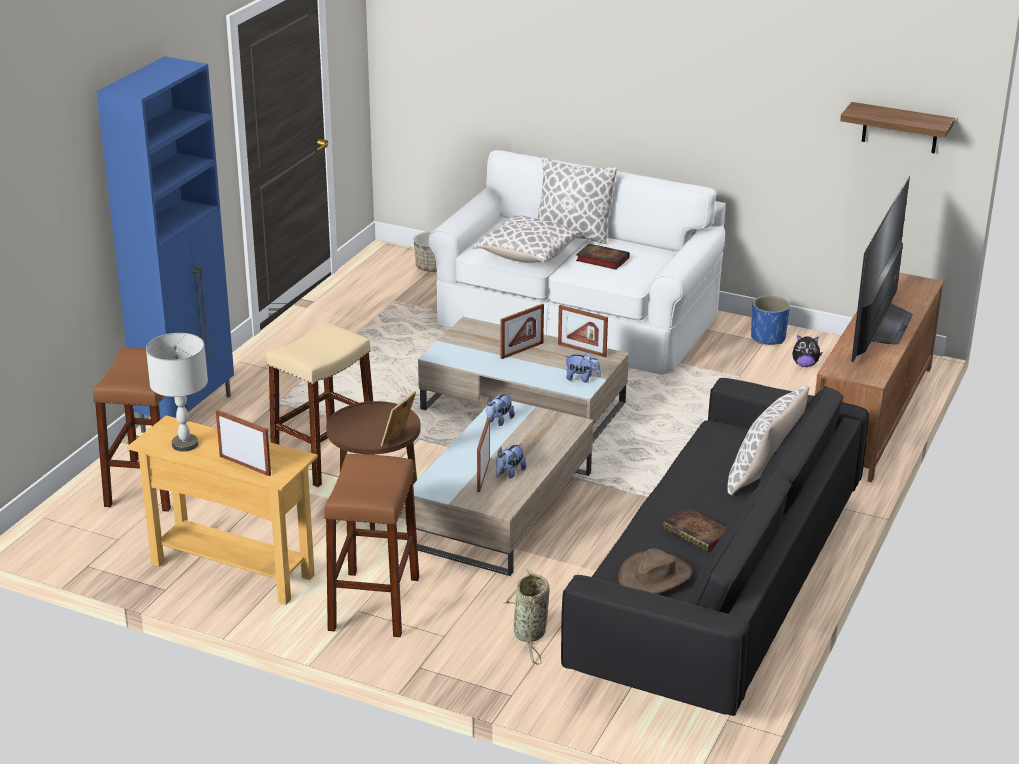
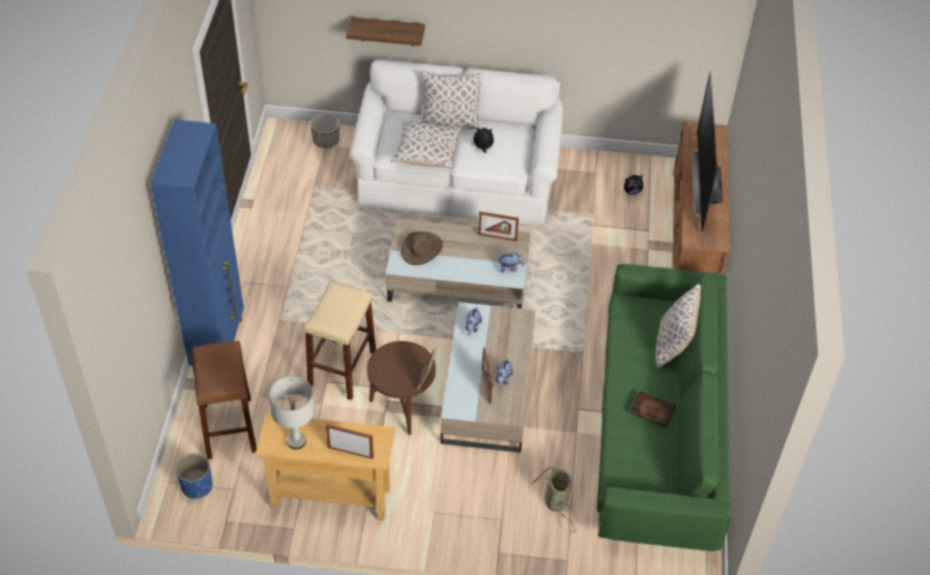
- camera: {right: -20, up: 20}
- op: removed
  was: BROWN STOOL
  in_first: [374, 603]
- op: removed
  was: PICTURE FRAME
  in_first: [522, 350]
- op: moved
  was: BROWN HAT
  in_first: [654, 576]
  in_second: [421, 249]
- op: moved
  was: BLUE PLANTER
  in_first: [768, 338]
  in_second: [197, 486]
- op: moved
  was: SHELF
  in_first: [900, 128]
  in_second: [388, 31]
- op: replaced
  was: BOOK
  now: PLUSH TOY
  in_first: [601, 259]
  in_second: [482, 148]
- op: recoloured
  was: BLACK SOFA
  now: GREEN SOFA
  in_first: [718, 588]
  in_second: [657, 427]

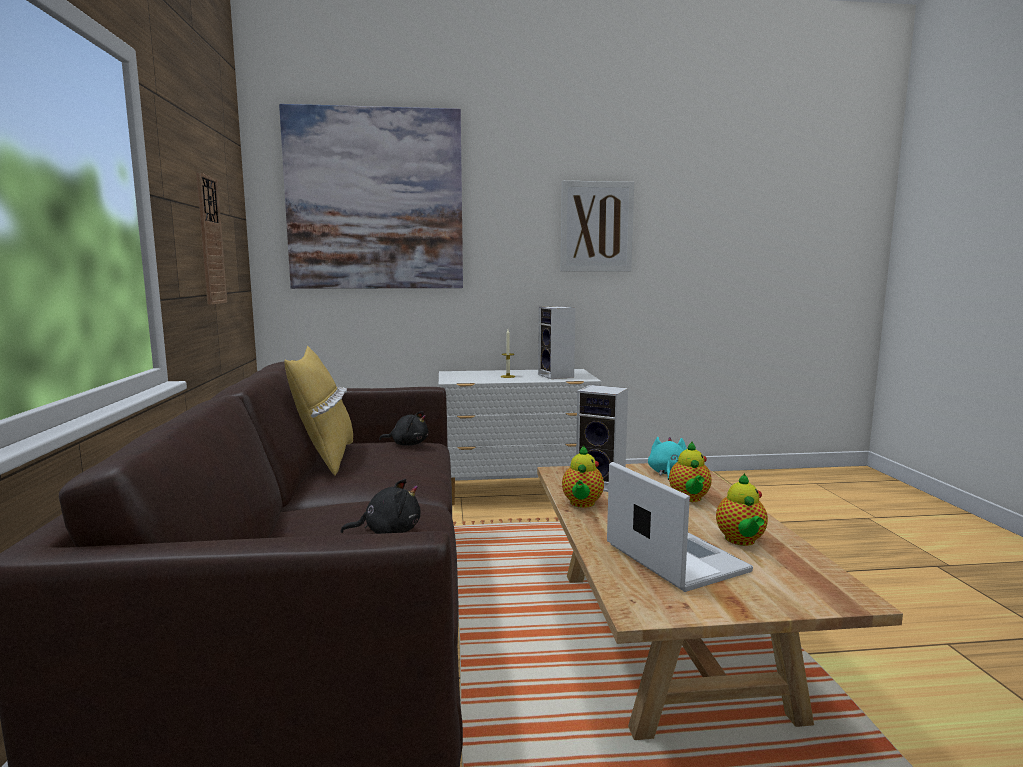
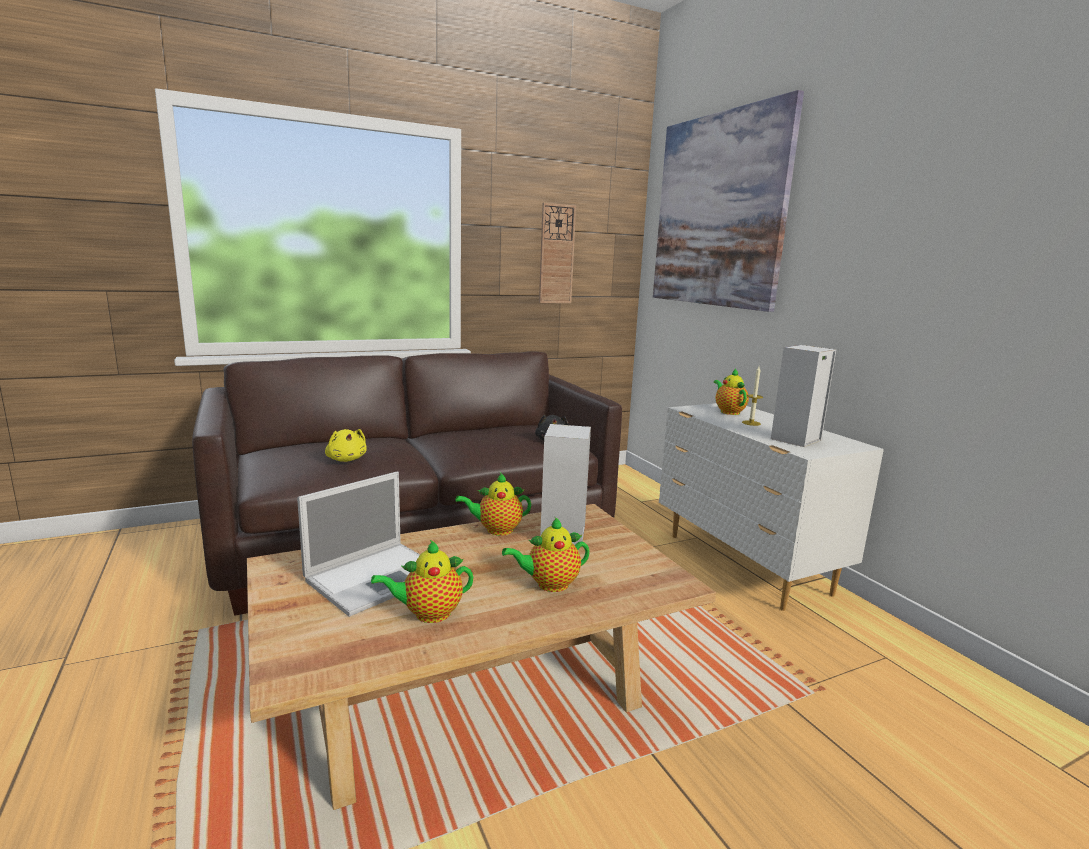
- camera: {right: 70, up: 5}
- op: removed
  was: YELLOW PILLOW
  in_first: [325, 458]
- op: removed
  was: PICTURE
  in_first: [596, 227]
- op: removed
  was: TURQUOISE PLUSH TOY
  in_first: [667, 473]
- op: added
  now: TEAPOT
  in_second: [728, 412]
- op: recoloured
  was: BLACK PLUSH TOY
  now: YELLOW PLUSH TOY
  in_first: [388, 532]
  in_second: [346, 459]

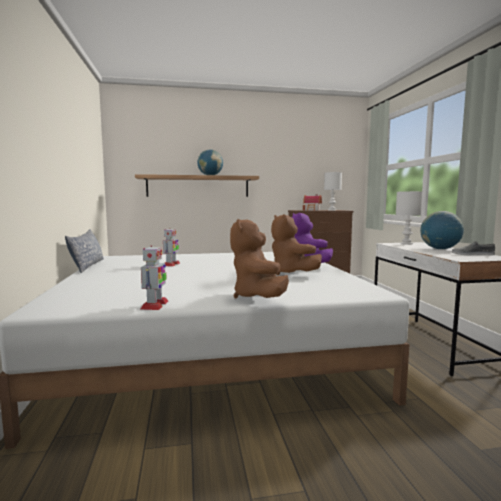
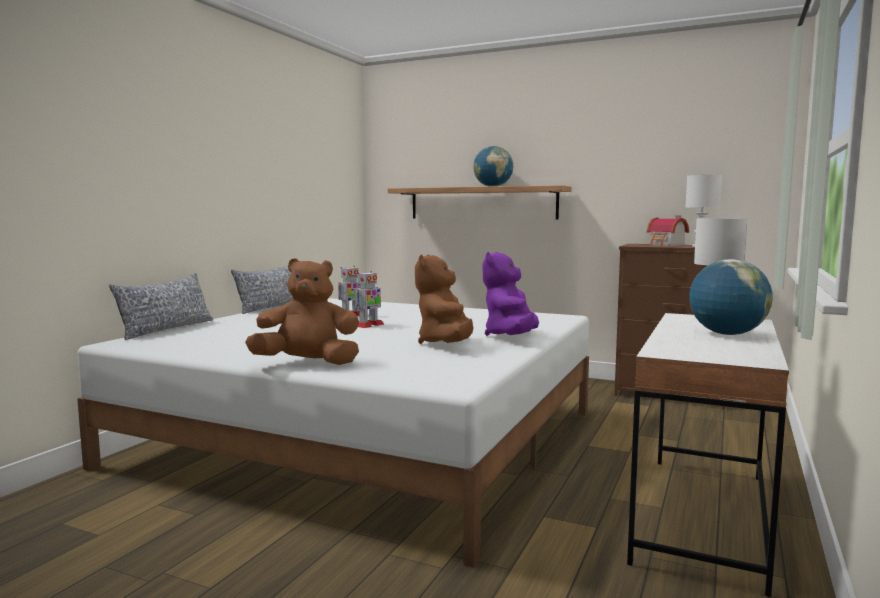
- camera: {right: 35, up: 0}
- op: removed
  was: GREY SHOE
  in_first: [472, 254]
- op: added
  now: PILLOW
  in_second: [166, 329]
- op: moved
  was: TOY ROBOT
  in_first: [154, 305]
  in_second: [368, 325]
- op: turned
  was: BROWN PLUSH TOY
  in_first: [258, 297]
  in_second: [308, 363]
  clockwise: 60

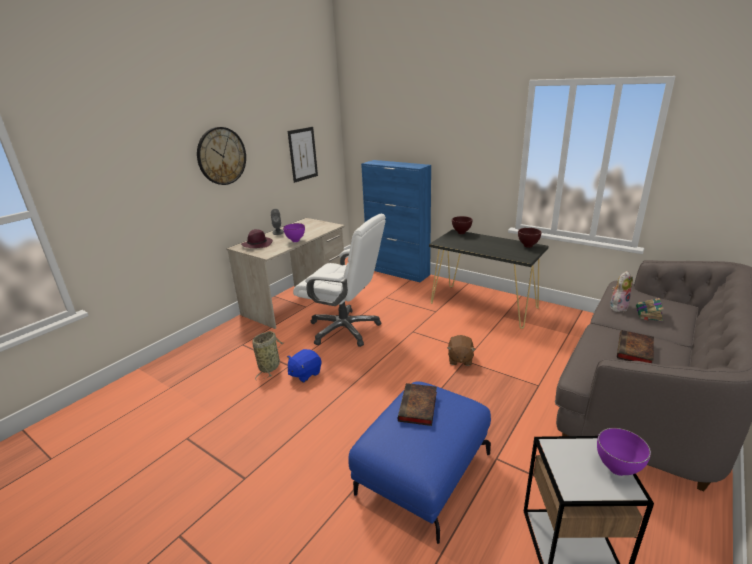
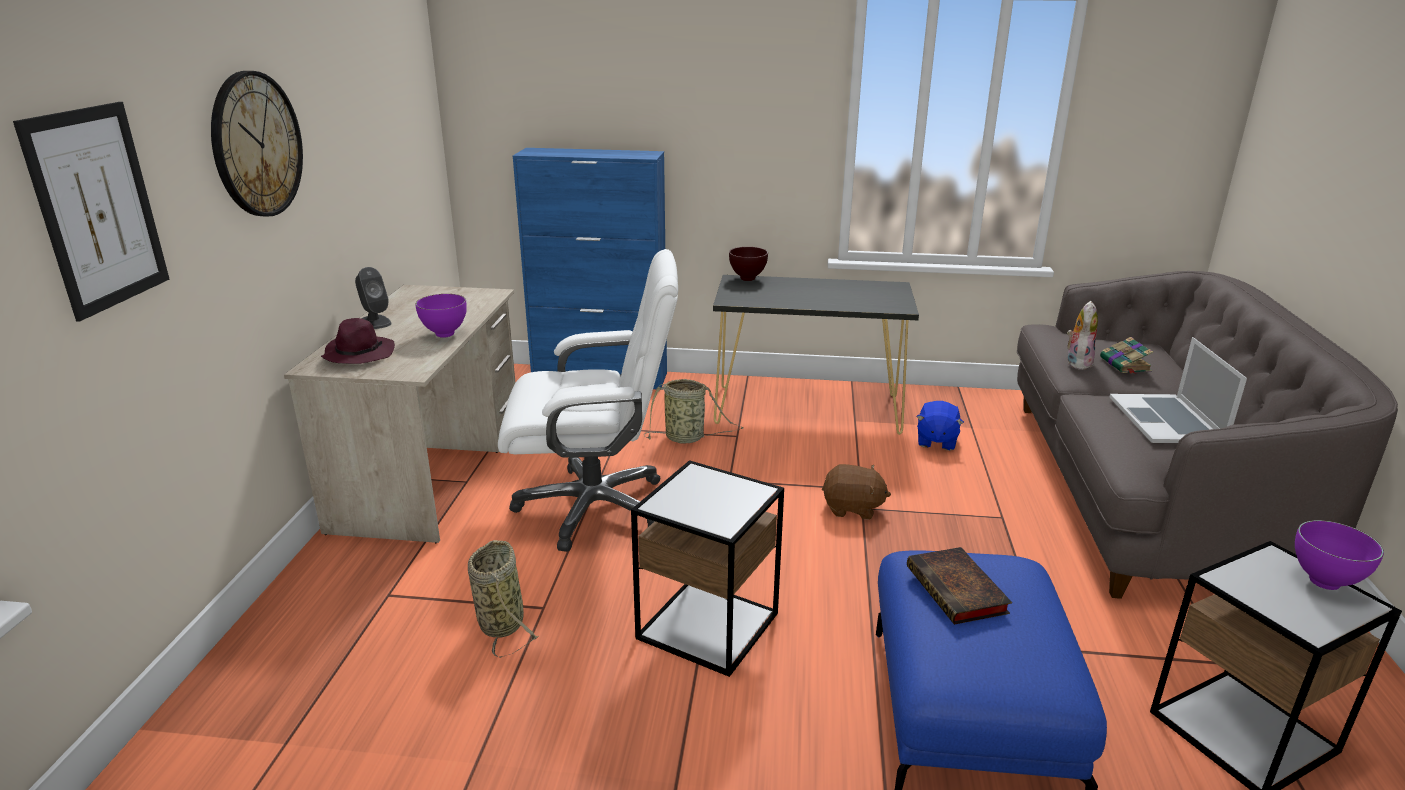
- camera: {right: -30, up: 0}
- op: removed
  was: BROWN BOWL
  in_first: [527, 246]
- op: added
  now: SIDE TABLE
  in_second: [708, 626]
- op: added
  now: BASKET
  in_second: [687, 438]
- op: moved
  was: BLUE PLUSH TOY
  in_first: [305, 374]
  in_second: [936, 441]
- op: moved
  was: PICTURE
  in_first: [303, 154]
  in_second: [98, 209]
- op: replaced
  was: BOOK
  now: LAPTOP
  in_first: [635, 351]
  in_second: [1167, 419]
- op: turned
  was: BROWN PLUSH TOY
  in_first: [460, 359]
  in_second: [852, 508]
  clockwise: -60

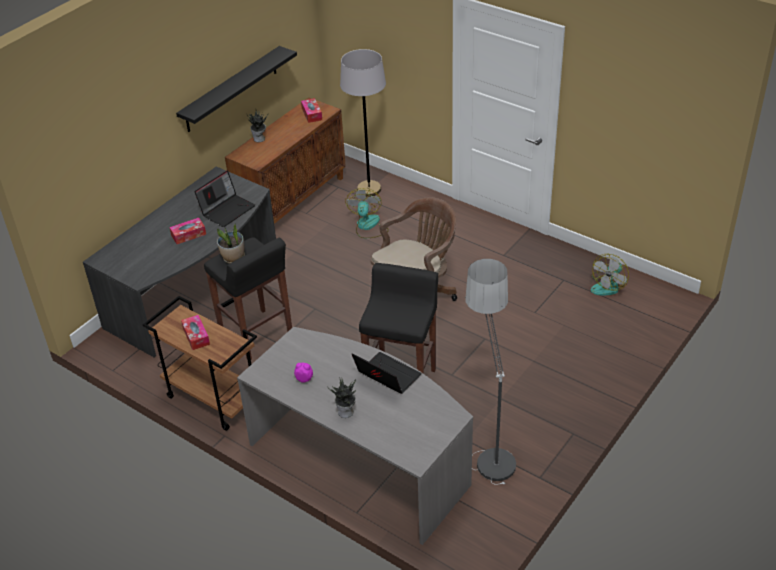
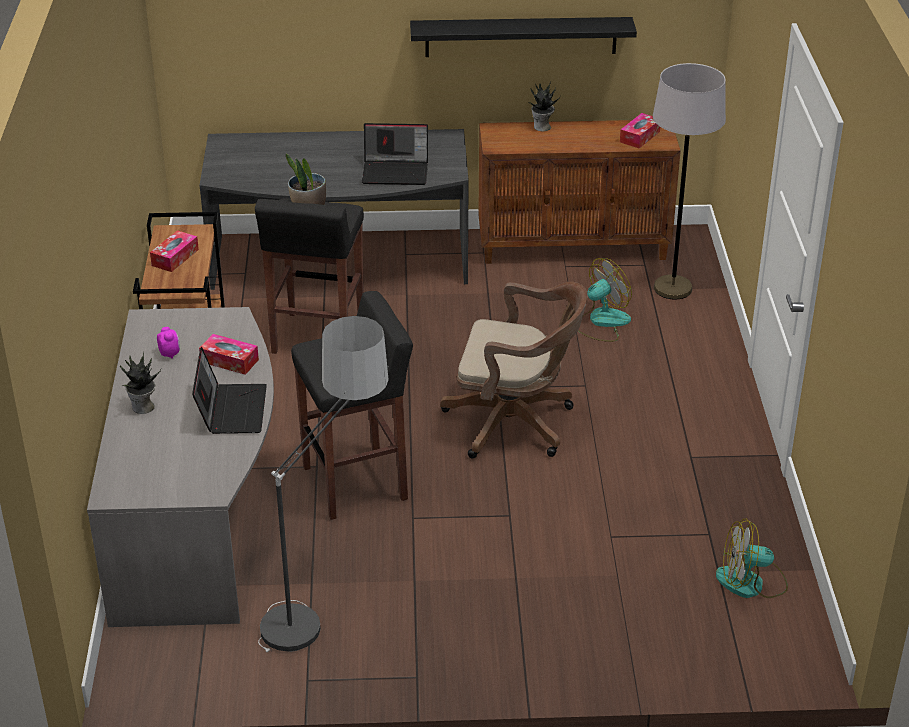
- camera: {right: 50, up: -5}
- op: moved
  was: TISSUE BOX
  in_first: [188, 235]
  in_second: [229, 361]

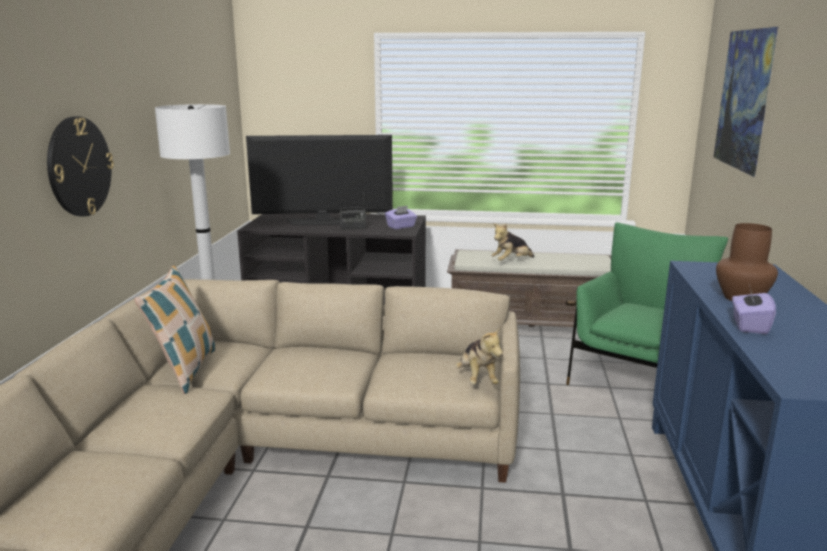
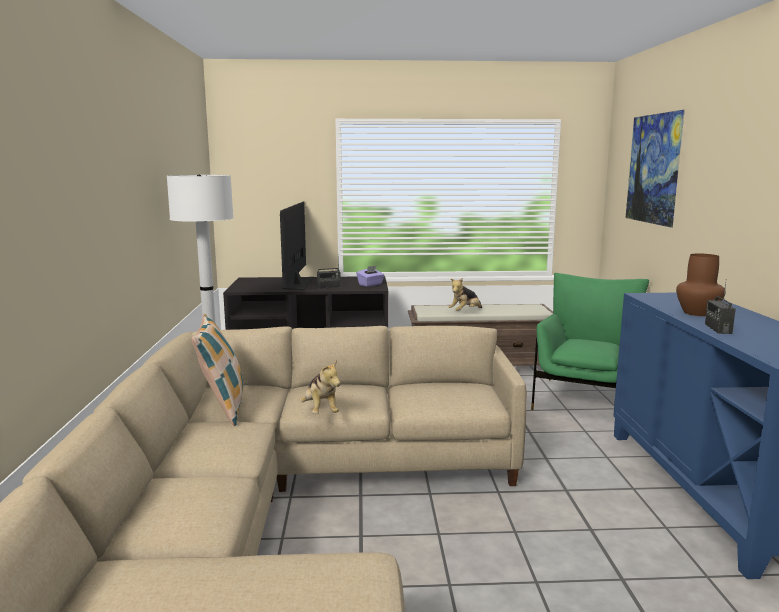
- camera: {right: -10, up: -5}
- op: removed
  was: WALL CLOCK
  in_first: [79, 166]
- op: moved
  was: PLUSH TOY
  in_first: [477, 379]
  in_second: [320, 411]
- op: replaced
  was: PURPLE TISSUE BOX
  now: RADIO
  in_first: [749, 325]
  in_second: [717, 329]
- op: turned
  was: TELEVISION
  in_first: [323, 222]
  in_second: [298, 283]
  clockwise: 105

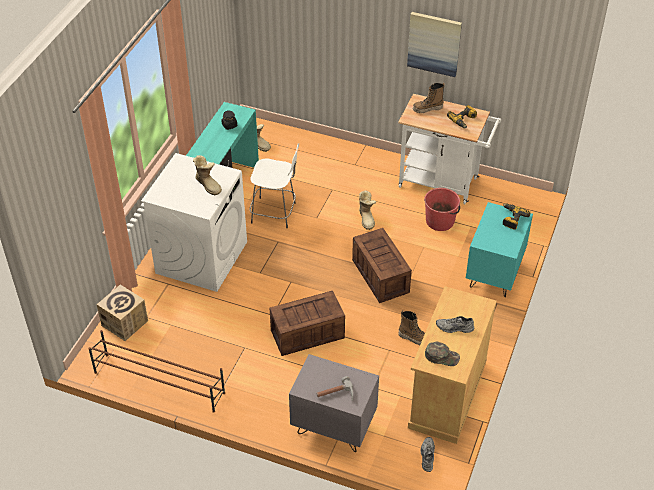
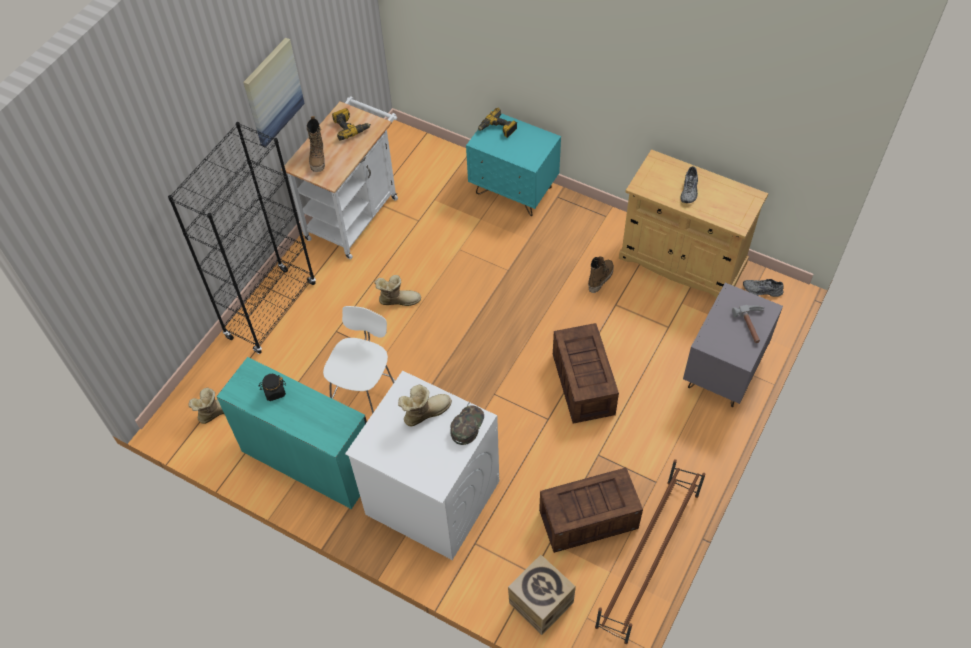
- camera: {right: -80, up: 10}
- op: removed
  was: RED BUCKET
  in_first: [440, 221]
- op: added
  now: BLACK BOOKCASE
  in_second: [271, 310]
- op: moved
  was: CRATE
  in_first: [381, 276]
  in_second: [589, 519]
- op: moved
  was: GREEN CAP
  in_first: [442, 356]
  in_second: [466, 425]

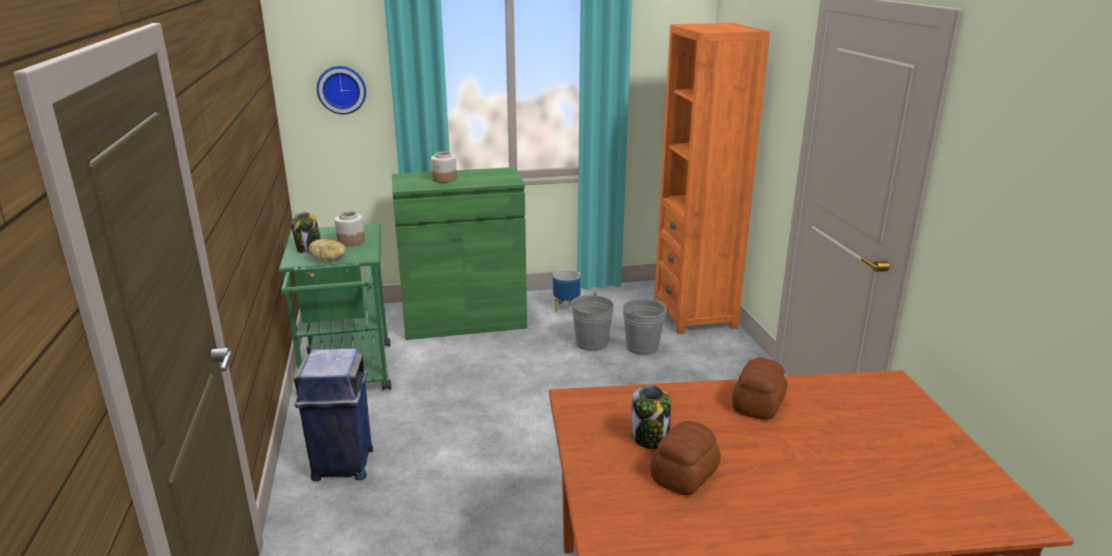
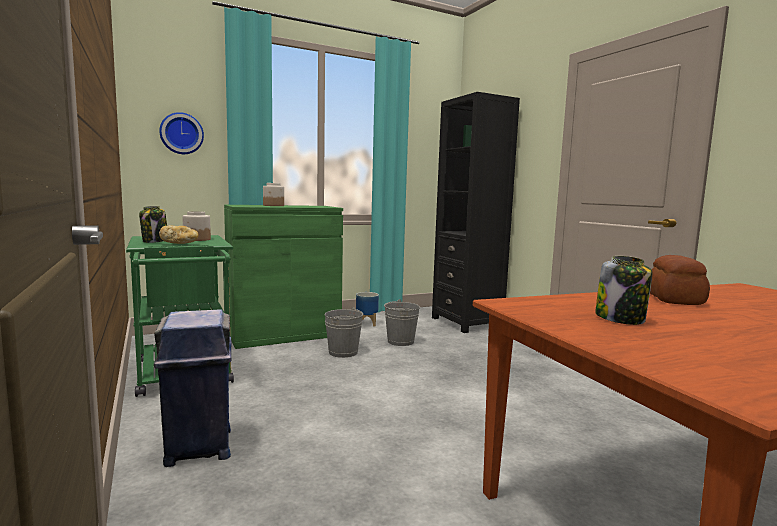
- camera: {right: -15, up: -15}
- op: removed
  was: BREAD
  in_first: [685, 474]
- op: moved
  was: GREY BUCKET
  in_first: [642, 347]
  in_second: [343, 352]
- op: recoloured
  was: ORANGE BOOKCASE
  now: BLACK BOOKCASE
  in_first: [695, 315]
  in_second: [467, 322]

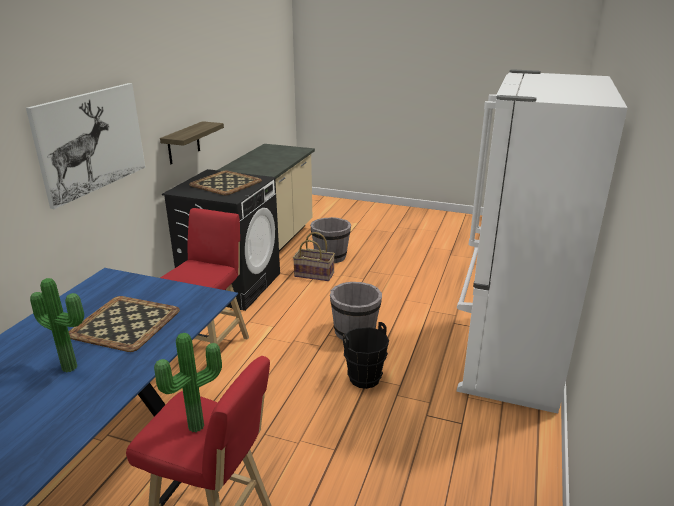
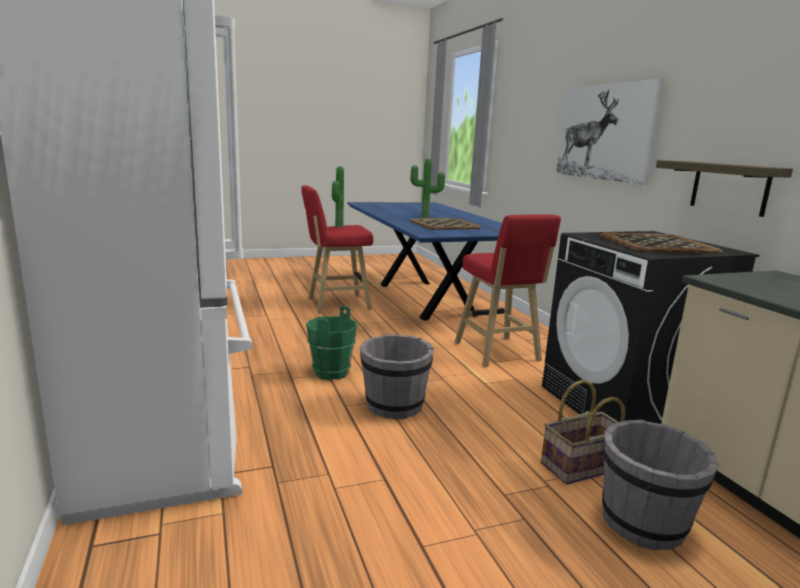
- camera: {right: 140, up: -10}
- op: recoloured
  was: BLACK BUCKET
  now: GREEN BUCKET
  in_first: [365, 378]
  in_second: [331, 372]

